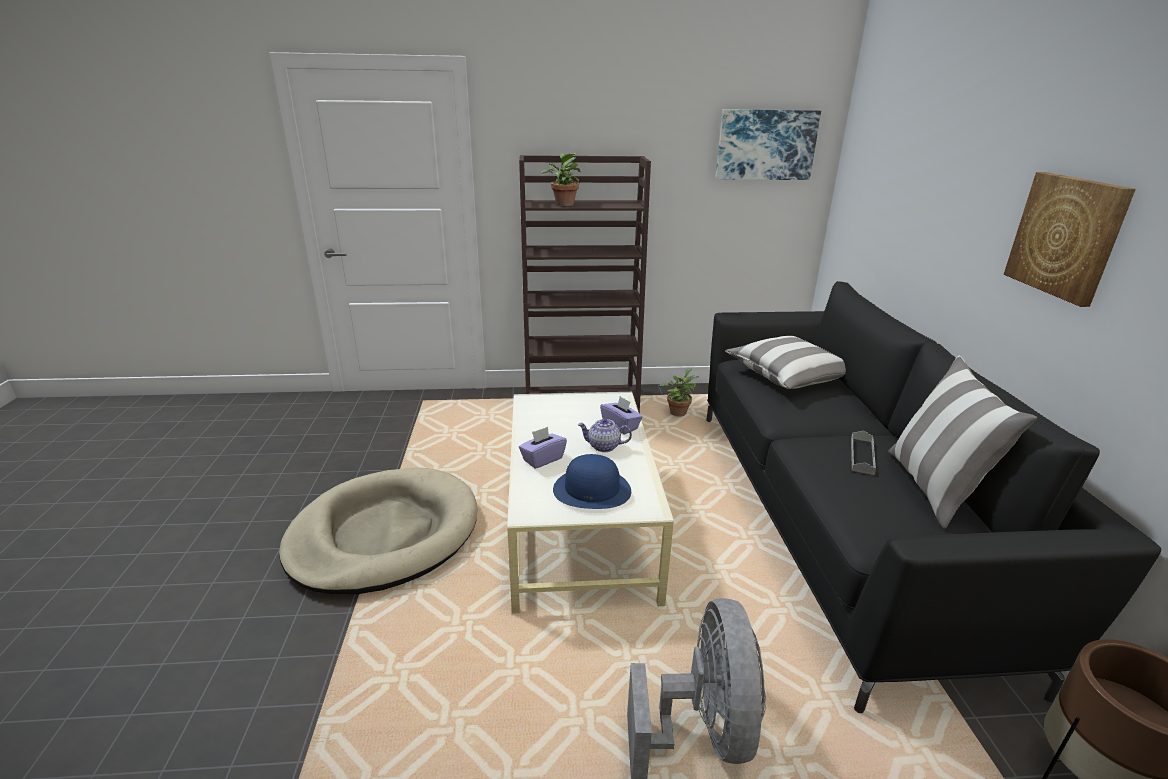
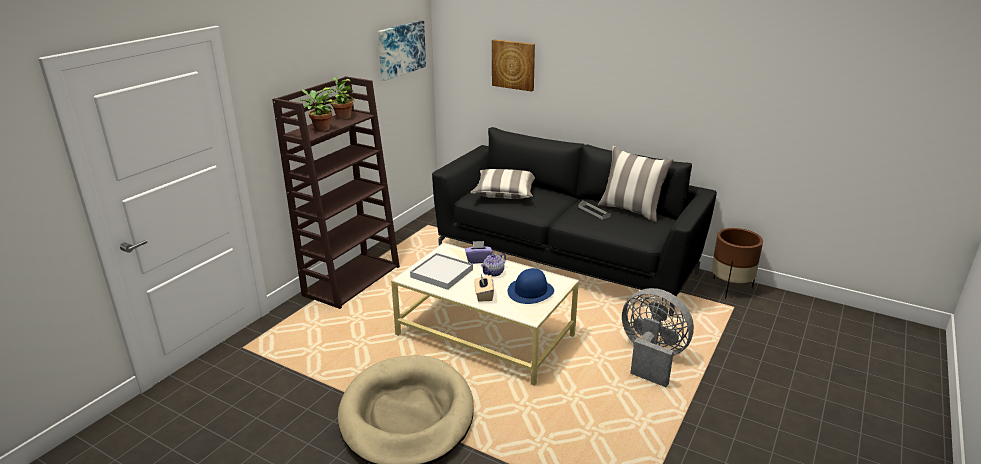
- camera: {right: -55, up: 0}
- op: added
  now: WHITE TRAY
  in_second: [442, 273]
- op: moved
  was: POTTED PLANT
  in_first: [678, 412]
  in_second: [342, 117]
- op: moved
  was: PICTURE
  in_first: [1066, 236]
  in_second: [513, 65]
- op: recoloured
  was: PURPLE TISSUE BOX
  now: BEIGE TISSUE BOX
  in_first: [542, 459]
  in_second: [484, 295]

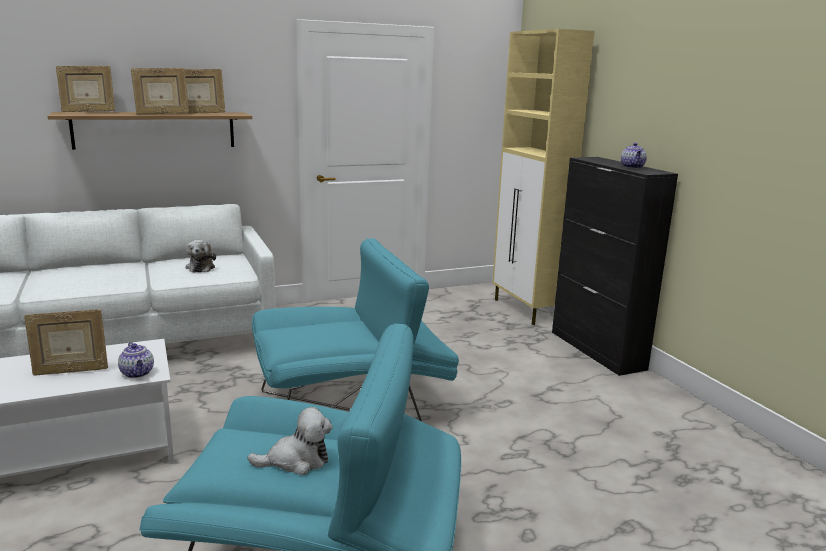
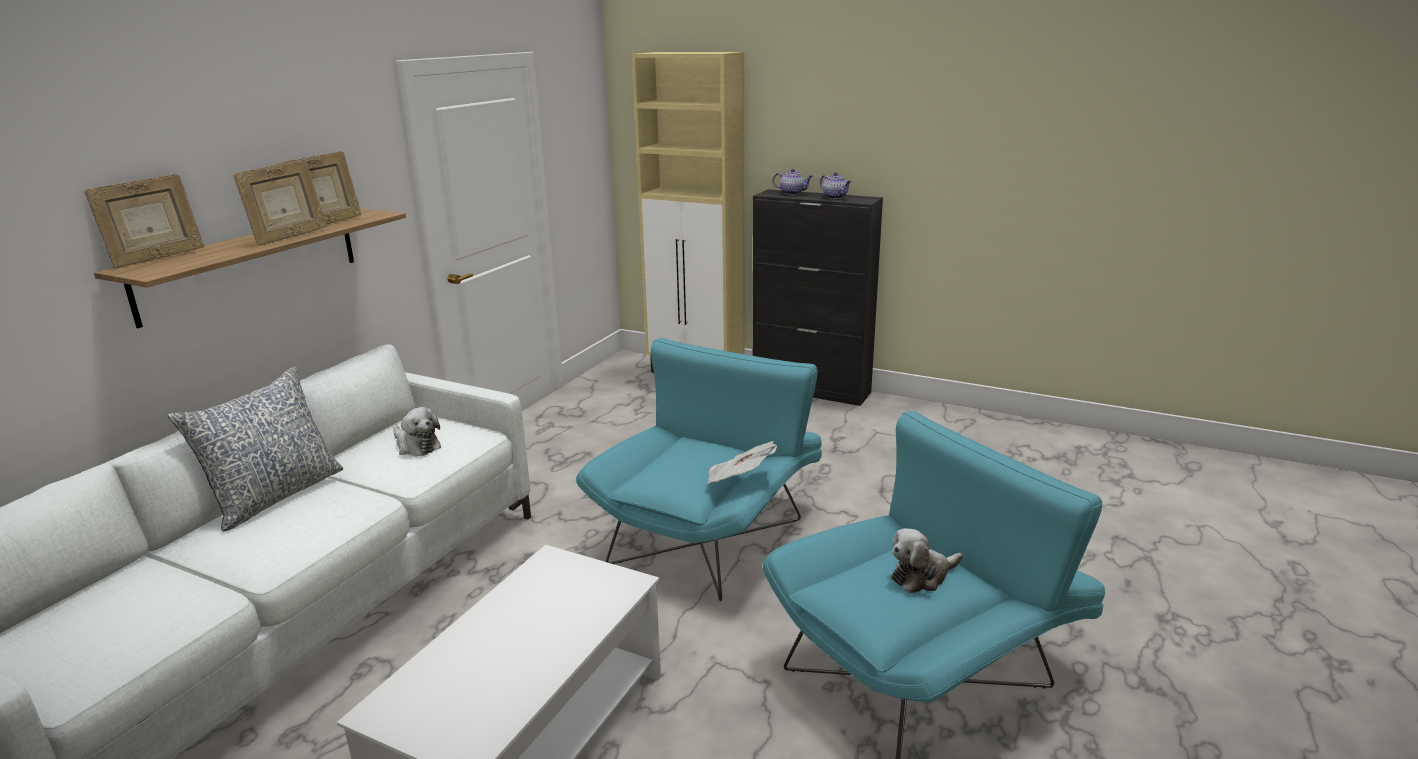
- camera: {right: -40, up: 5}
- op: removed
  was: PICTURE FRAME
  in_first: [71, 371]
- op: added
  now: PILLOW
  in_second: [275, 496]
- op: added
  now: NEWSPAPER
  in_second: [739, 480]
- op: moved
  was: TEAPOT
  in_first: [138, 373]
  in_second: [792, 193]
- op: turned
  was: PLUSH TOY
  in_first: [296, 461]
  in_second: [922, 576]
  clockwise: -150

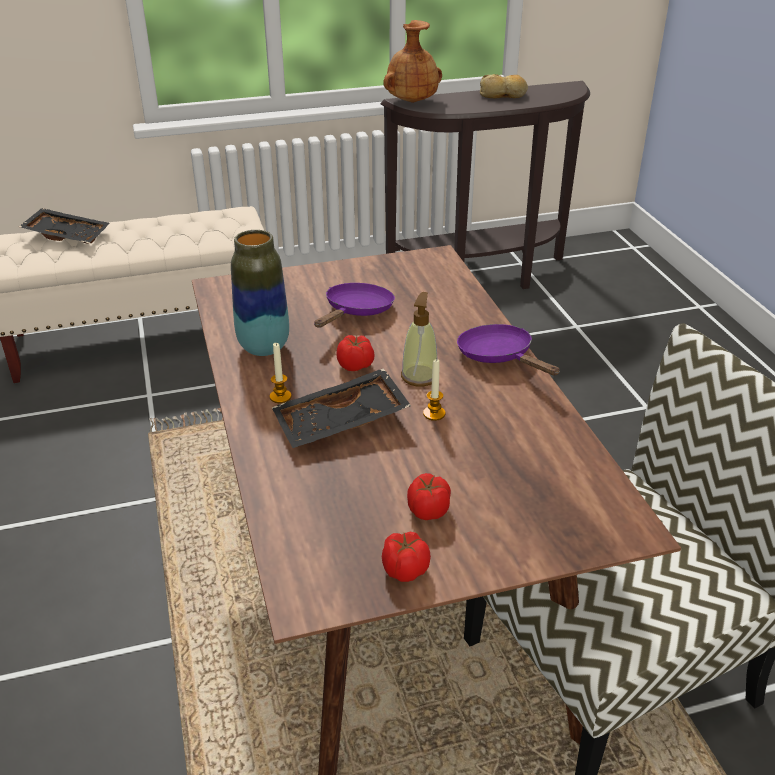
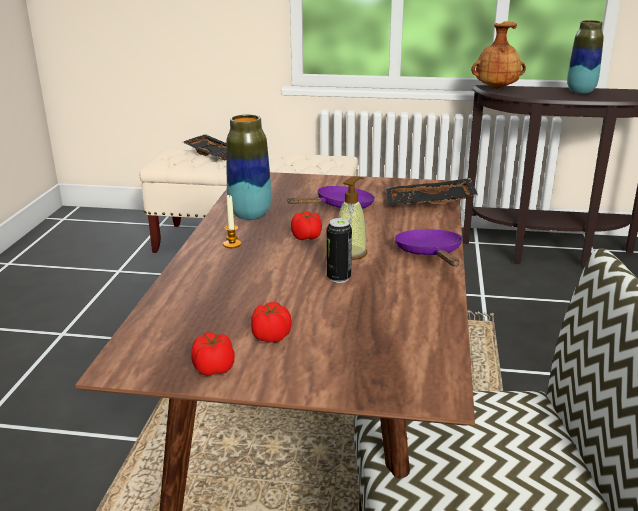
- camera: {right: 25, up: -10}
- op: moved
  was: BLACK TRAY
  in_first: [341, 423]
  in_second: [429, 204]
- op: replaced
  was: CANDLE
  now: CAN
  in_first: [434, 413]
  in_second: [338, 278]
- op: replaced
  was: BREAD
  now: VASE
  in_first: [503, 95]
  in_second: [580, 91]

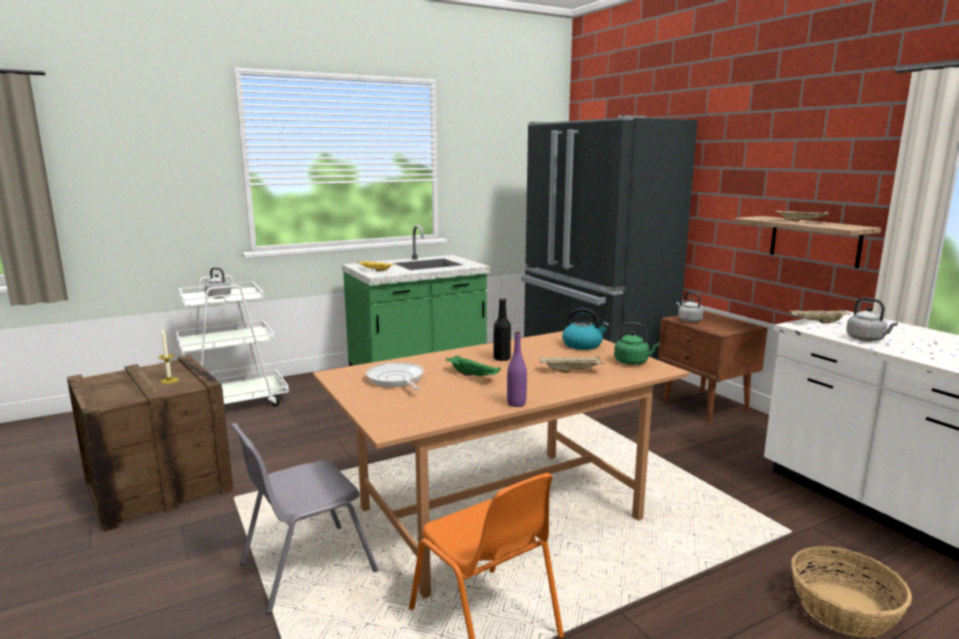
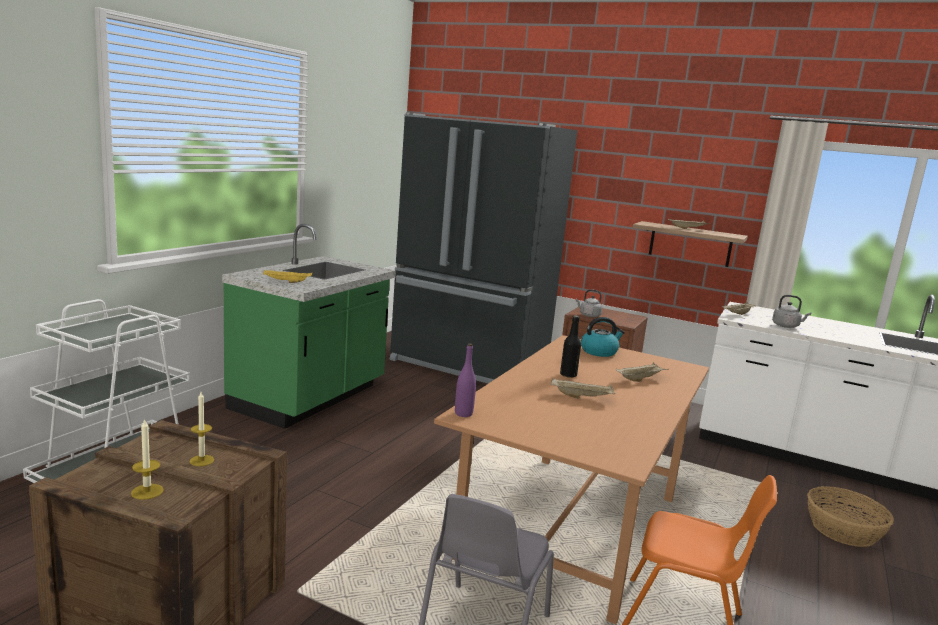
- camera: {right: -35, up: 0}
- op: removed
  was: GREY KETTLE
  in_first: [217, 297]
- op: removed
  was: FRYING PAN
  in_first: [396, 380]
- op: removed
  was: GREEN KETTLE
  in_first: [633, 362]
- op: added
  now: CANDLE
  in_second: [147, 491]
- op: moved
  was: PURPLE BOTTLE
  in_first: [516, 403]
  in_second: [463, 413]
- op: recoloured
  was: GREEN TRAY
  now: BEIGE TRAY
  in_first: [473, 376]
  in_second: [582, 397]

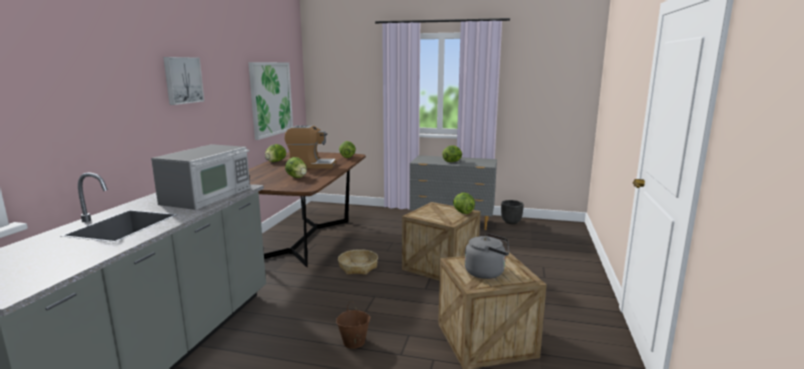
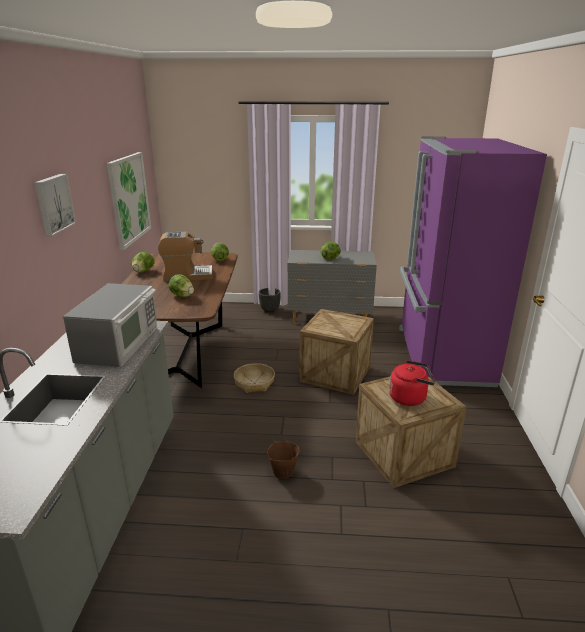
- camera: {right: -10, up: 10}
- op: removed
  was: LETTUCE
  in_first: [462, 212]
- op: added
  now: PURPLE FRIDGE
  in_second: [441, 356]
- op: moved
  was: BLACK PLANTER
  in_first: [511, 222]
  in_second: [270, 310]
- op: recoloured
  was: GREY KETTLE
  now: RED KETTLE
  in_first: [487, 272]
  in_second: [409, 398]

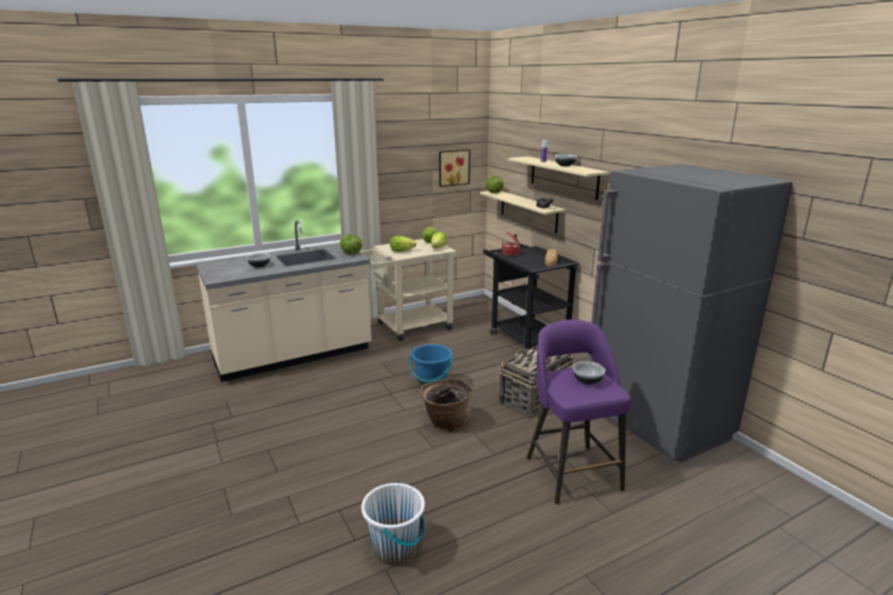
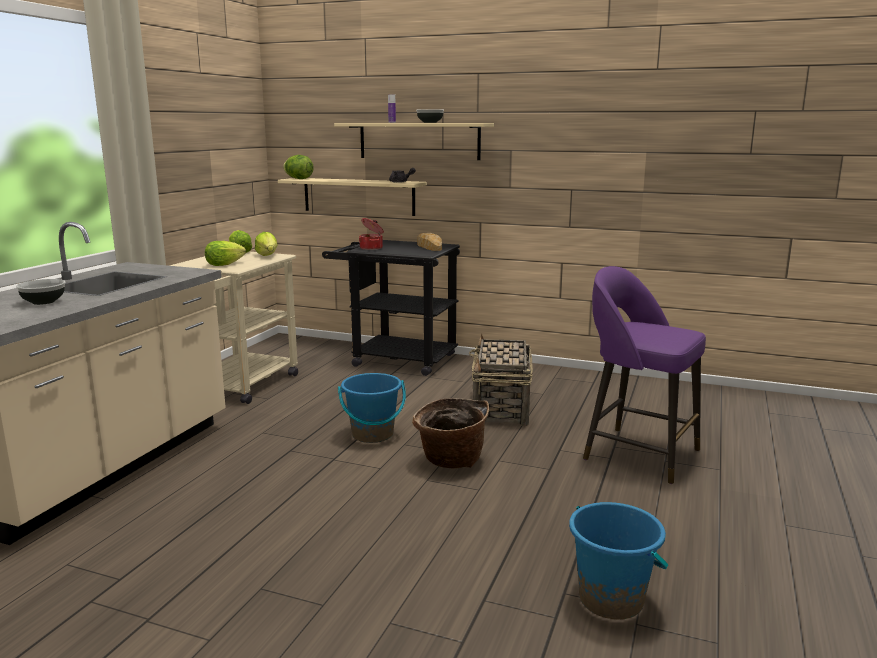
- camera: {right: -40, up: -5}
- op: removed
  was: LETTUCE
  in_first: [350, 253]
- op: removed
  was: PICTURE
  in_first: [453, 167]
- op: removed
  was: BOWL
  in_first: [587, 381]
- op: removed
  was: GREY FRIDGE
  in_first: [657, 426]
- op: recoloured
  was: WHITE BUCKET
  now: BLUE BUCKET
  in_first: [395, 549]
  in_second: [611, 599]

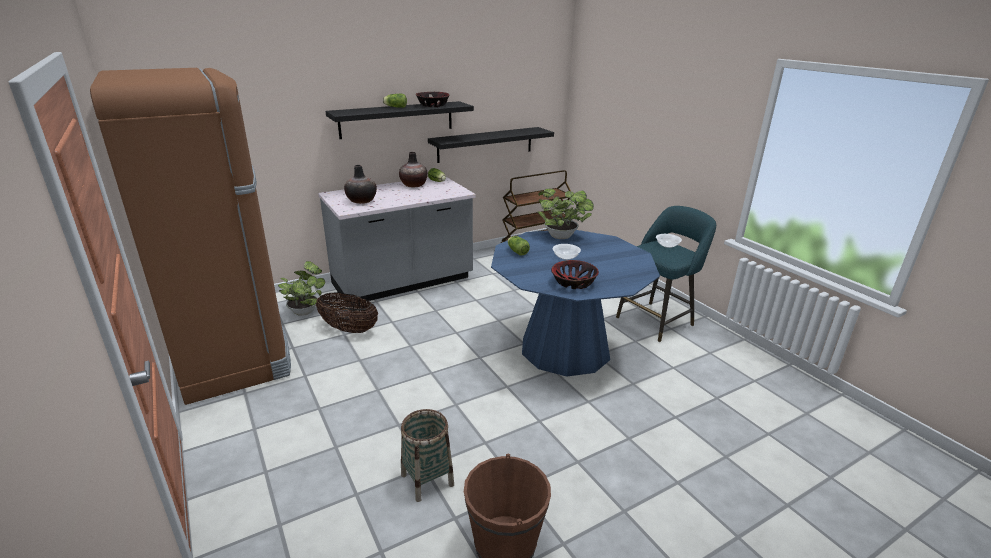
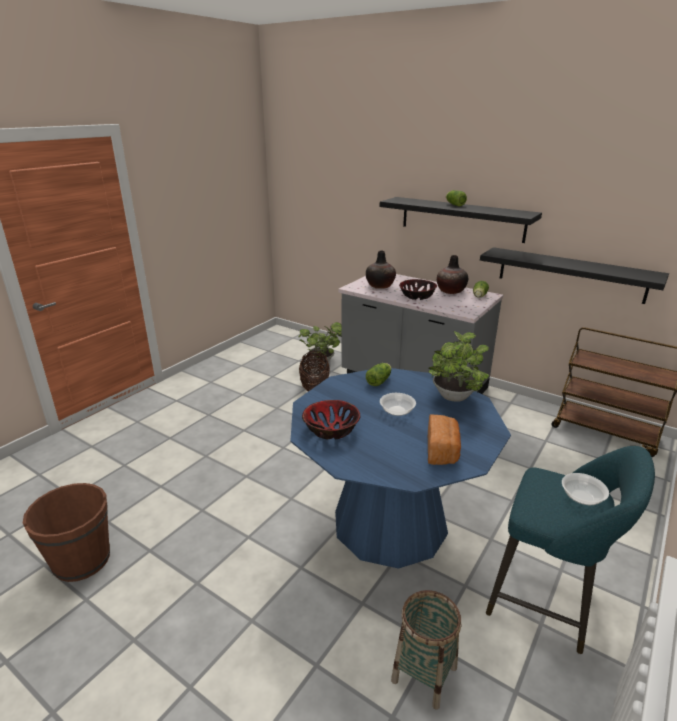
- camera: {right: 65, up: 0}
- op: removed
  was: BROWN FRIDGE
  in_first: [234, 356]
- op: added
  now: BREAD
  in_second: [442, 451]
- op: moved
  was: BASKET
  in_first: [427, 480]
  in_second: [424, 673]
- op: moved
  was: BOWL
  in_first: [433, 105]
  in_second: [417, 296]

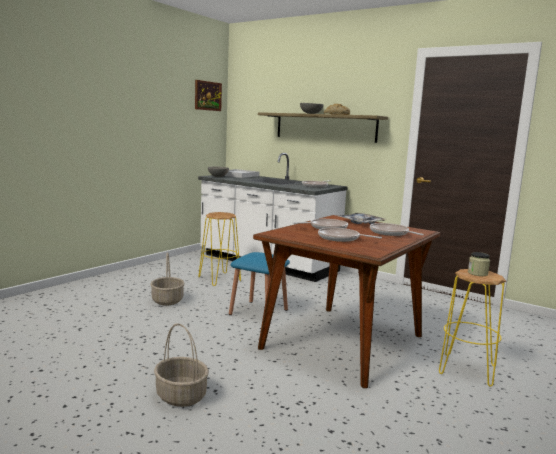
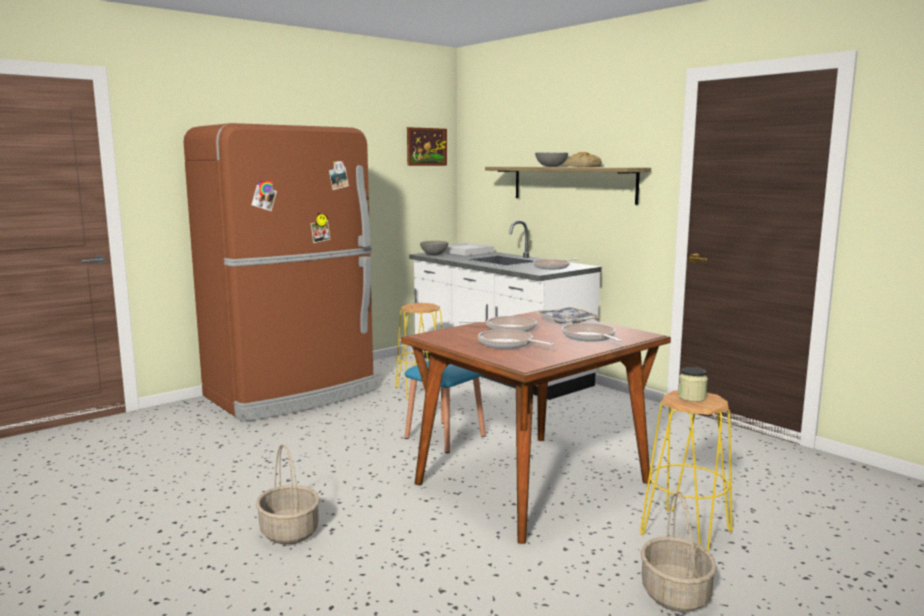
- camera: {right: 15, up: 0}
- op: added
  now: BROWN FRIDGE
  in_second: [293, 394]
- op: moved
  was: BASKET
  in_first: [167, 301]
  in_second: [676, 595]

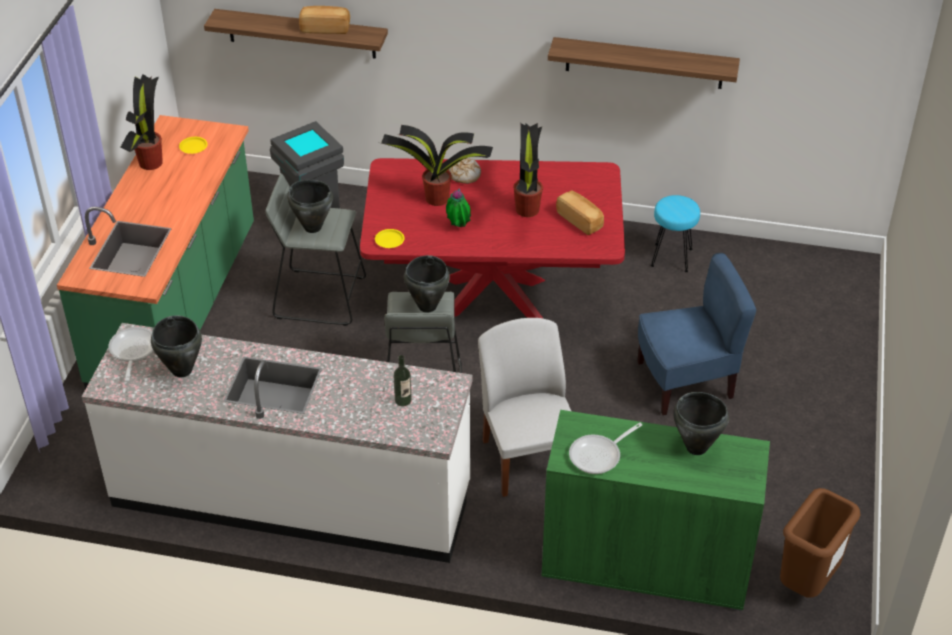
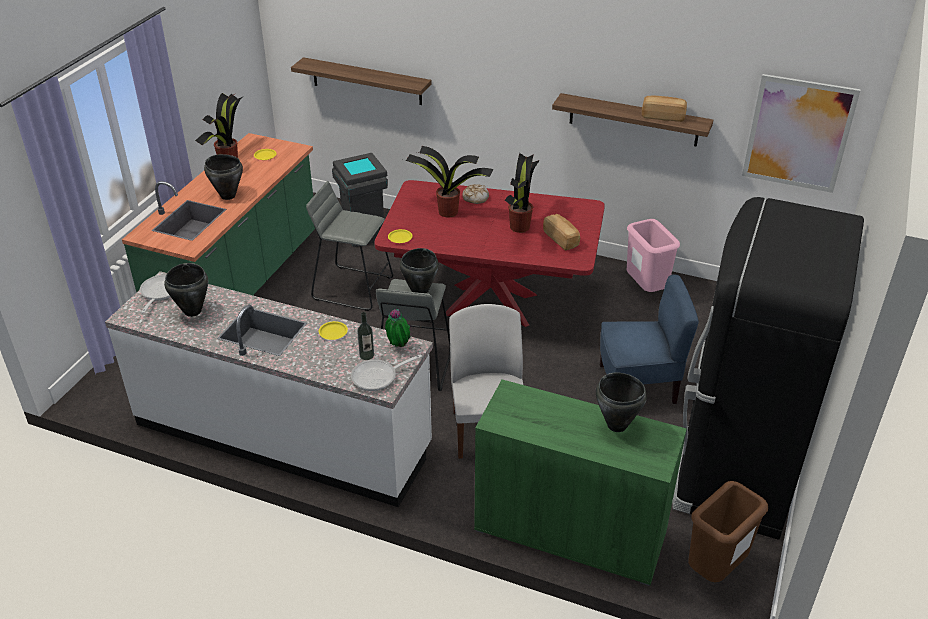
- camera: {right: 10, up: -5}
- op: added
  now: YELLOW PLATE
  in_second: [333, 332]
- op: added
  now: BLACK FRIDGE
  in_second: [734, 470]
- op: added
  now: PICTURE
  in_second: [798, 133]
- op: moved
  was: BLACK COOKING POT
  in_first: [312, 227]
  in_second: [228, 195]
- op: moved
  was: BREAD
  in_first: [325, 28]
  in_second: [663, 116]
- op: moved
  was: POTTED PLANT
  in_first: [458, 227]
  in_second: [398, 346]
- op: moved
  was: FRYING PAN
  in_first: [599, 455]
  in_second: [378, 377]
- op: replaced
  was: TURQUOISE STOOL
  now: PINK TRASH CAN
  in_first: [672, 258]
  in_second: [646, 289]

